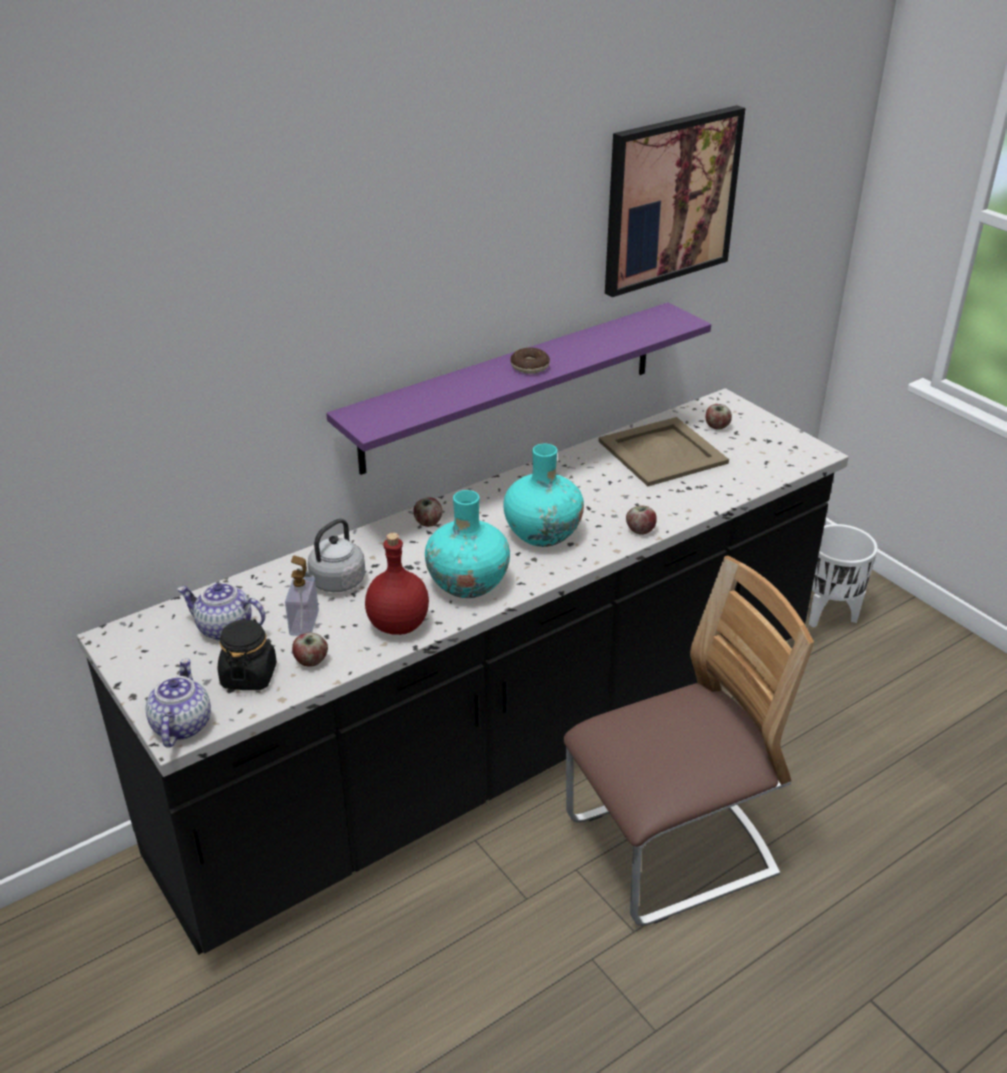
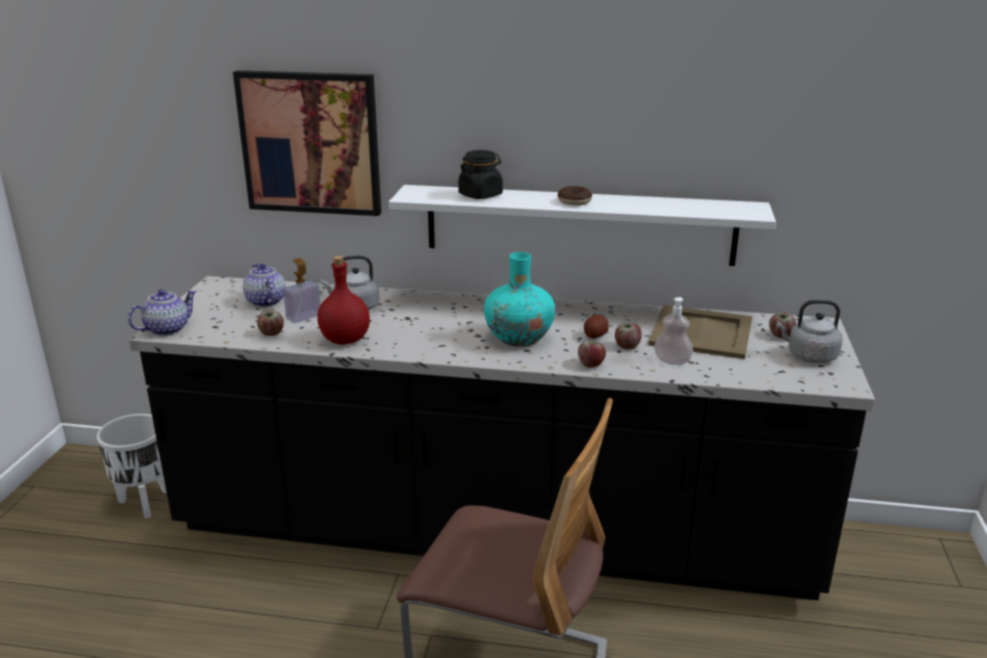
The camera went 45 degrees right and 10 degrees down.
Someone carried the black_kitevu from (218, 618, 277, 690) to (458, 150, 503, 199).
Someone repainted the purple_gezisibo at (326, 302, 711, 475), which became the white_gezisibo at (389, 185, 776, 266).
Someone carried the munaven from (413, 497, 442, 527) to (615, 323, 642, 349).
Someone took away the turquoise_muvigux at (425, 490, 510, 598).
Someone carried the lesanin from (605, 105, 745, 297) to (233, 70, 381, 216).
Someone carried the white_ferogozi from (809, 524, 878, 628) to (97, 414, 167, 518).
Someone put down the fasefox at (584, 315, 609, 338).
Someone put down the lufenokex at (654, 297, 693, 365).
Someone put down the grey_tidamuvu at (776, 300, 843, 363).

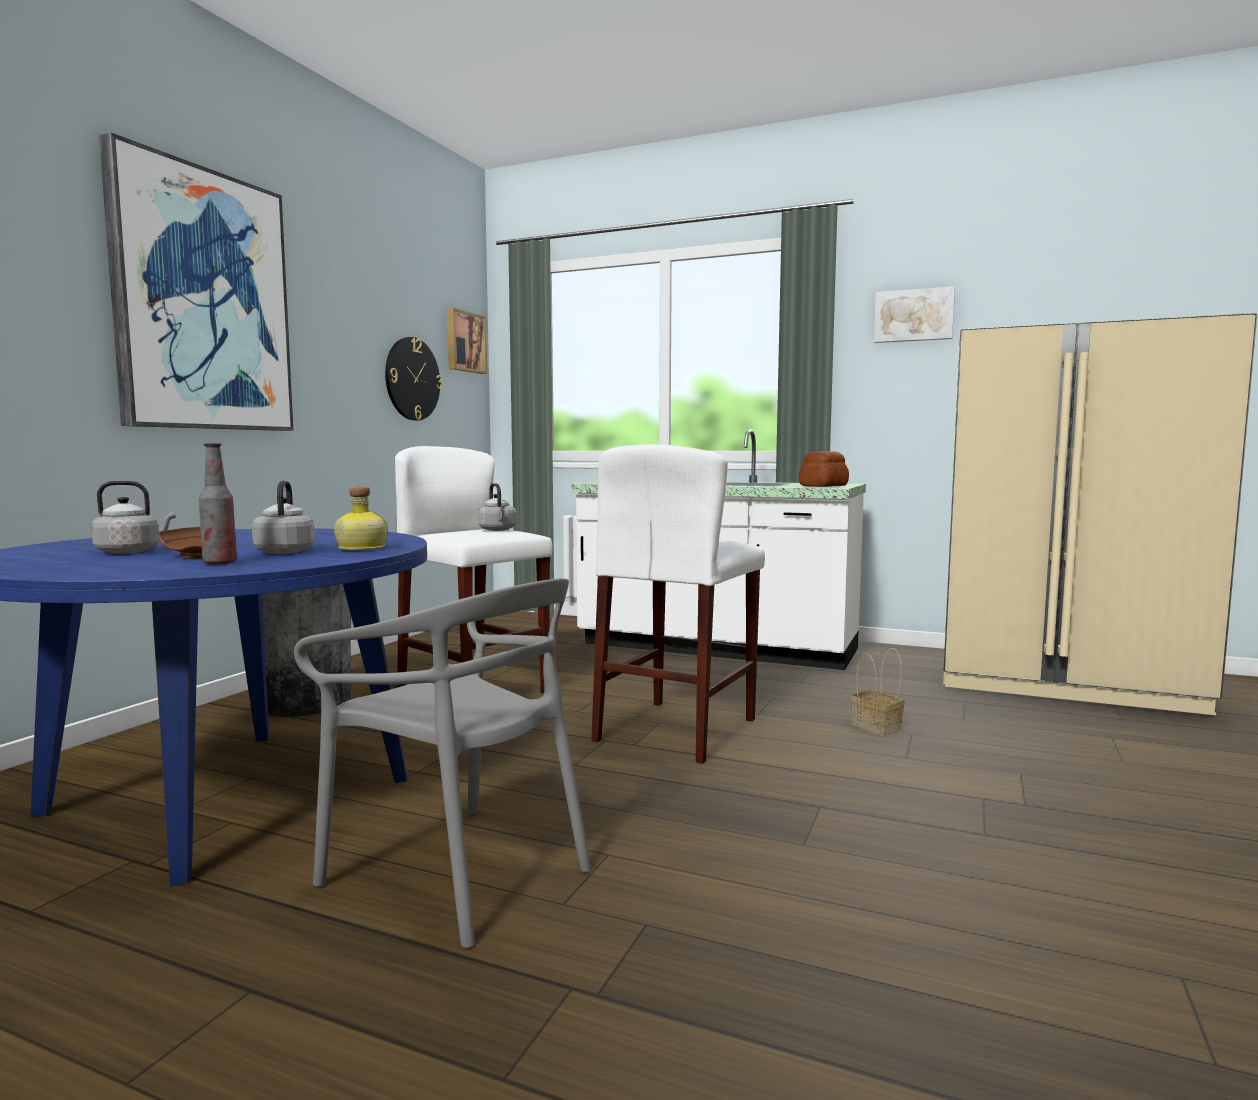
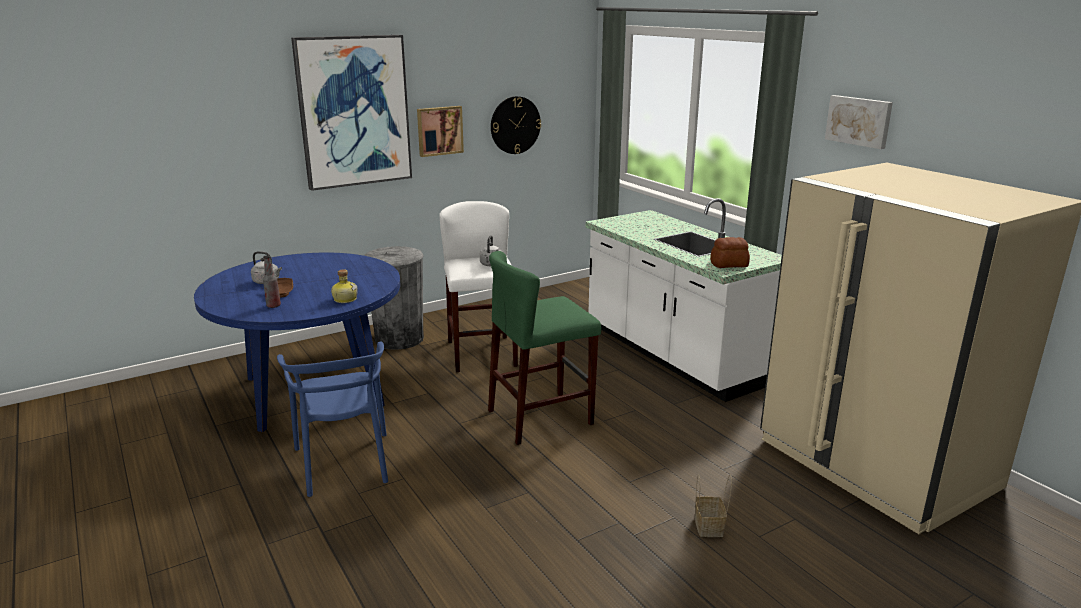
The camera went 35 degrees right and 15 degrees up.
Someone took away the grey_tidamuvu at (252, 481, 315, 554).
Someone repainted the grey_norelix at (294, 578, 591, 948), which became the blue_norelix at (277, 341, 388, 497).
Someone carried the lesanin from (447, 308, 487, 374) to (417, 106, 464, 157).
Someone repainted the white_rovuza at (591, 444, 765, 764), which became the green_rovuza at (488, 251, 601, 445).
Someone carried the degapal from (851, 648, 905, 736) to (695, 474, 732, 537).

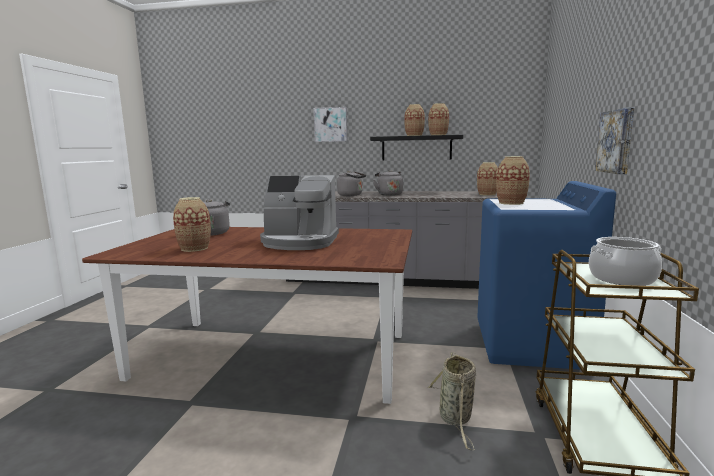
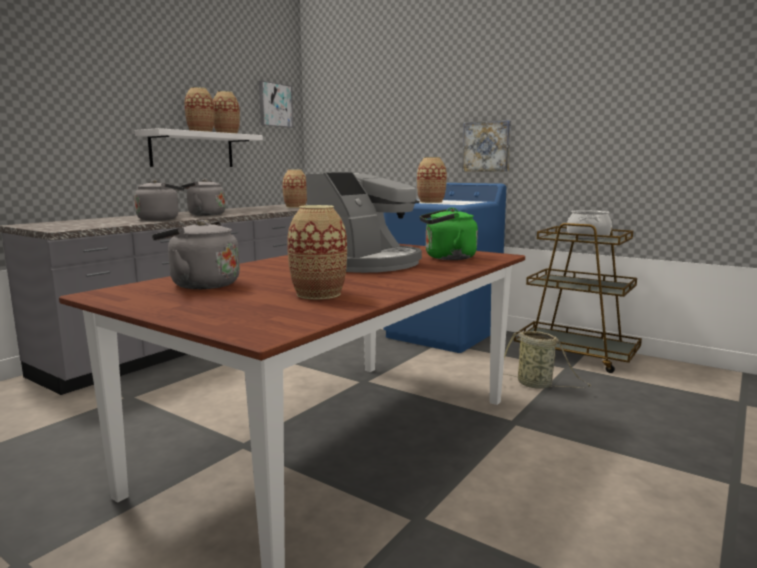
The camera went 65 degrees left and 0 degrees up.
Someone carried the lesanin from (314, 107, 348, 142) to (259, 81, 293, 128).
Someone repainted the black_gezisibo at (370, 135, 463, 160), which became the white_gezisibo at (135, 128, 263, 167).
Someone put down the green_tidamuvu at (420, 208, 478, 260).

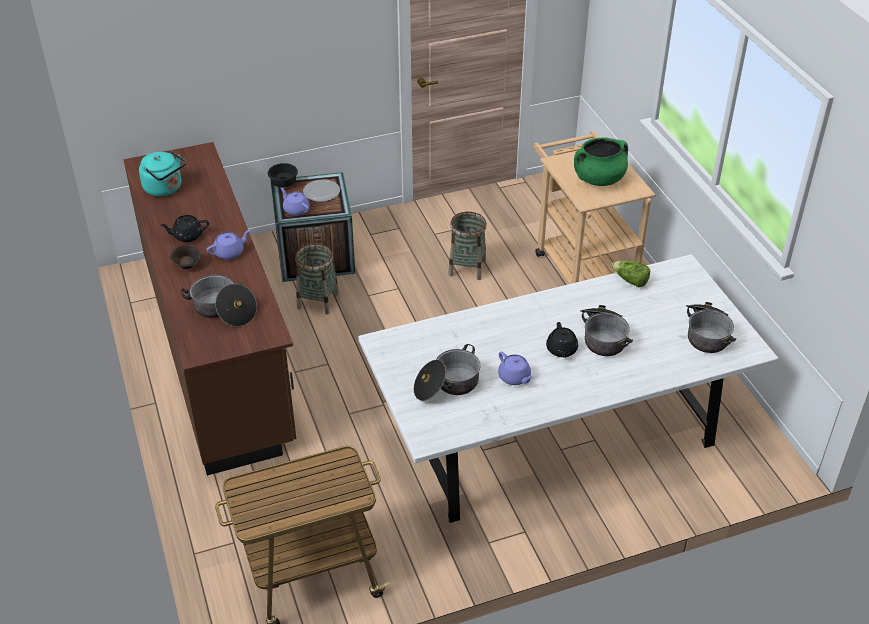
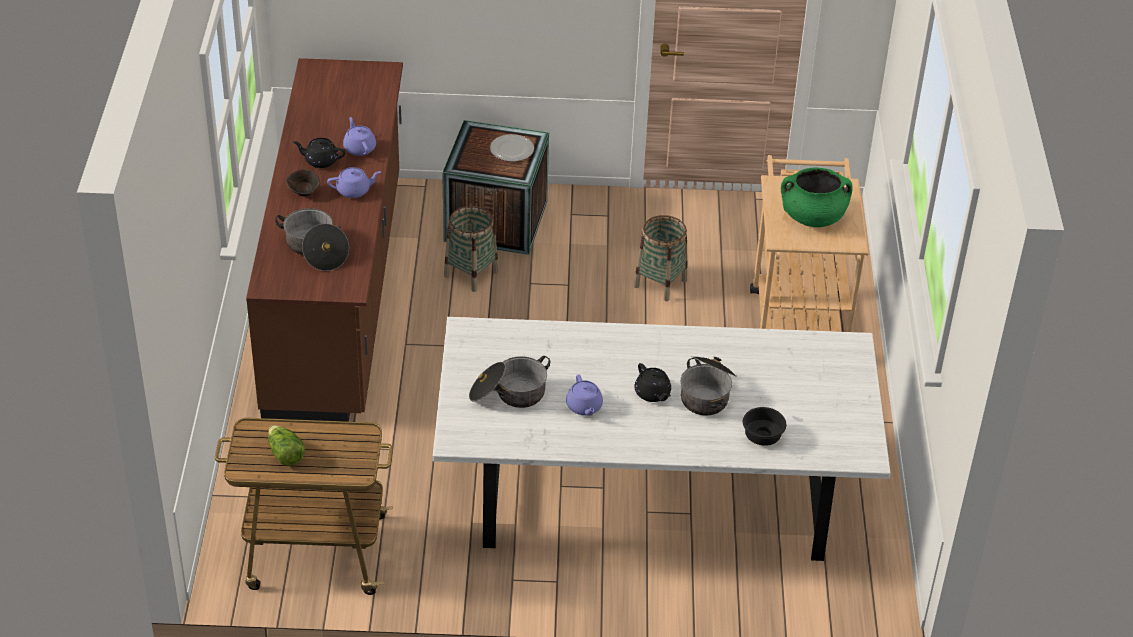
The camera went 20 degrees right and 0 degrees up.
Someone took away the turquoise_tidamuvu at (139, 150, 186, 197).
Someone carried the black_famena from (268, 163, 298, 187) to (743, 407, 787, 446).
Someone carried the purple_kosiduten from (281, 188, 309, 216) to (343, 117, 376, 156).
Someone rotated the black_kosiduten at (546, 322, 578, 358) by 45 degrees counterclockwise.
Someone carried the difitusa from (612, 261, 650, 287) to (268, 425, 305, 466).
Someone took away the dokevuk at (686, 302, 736, 353).

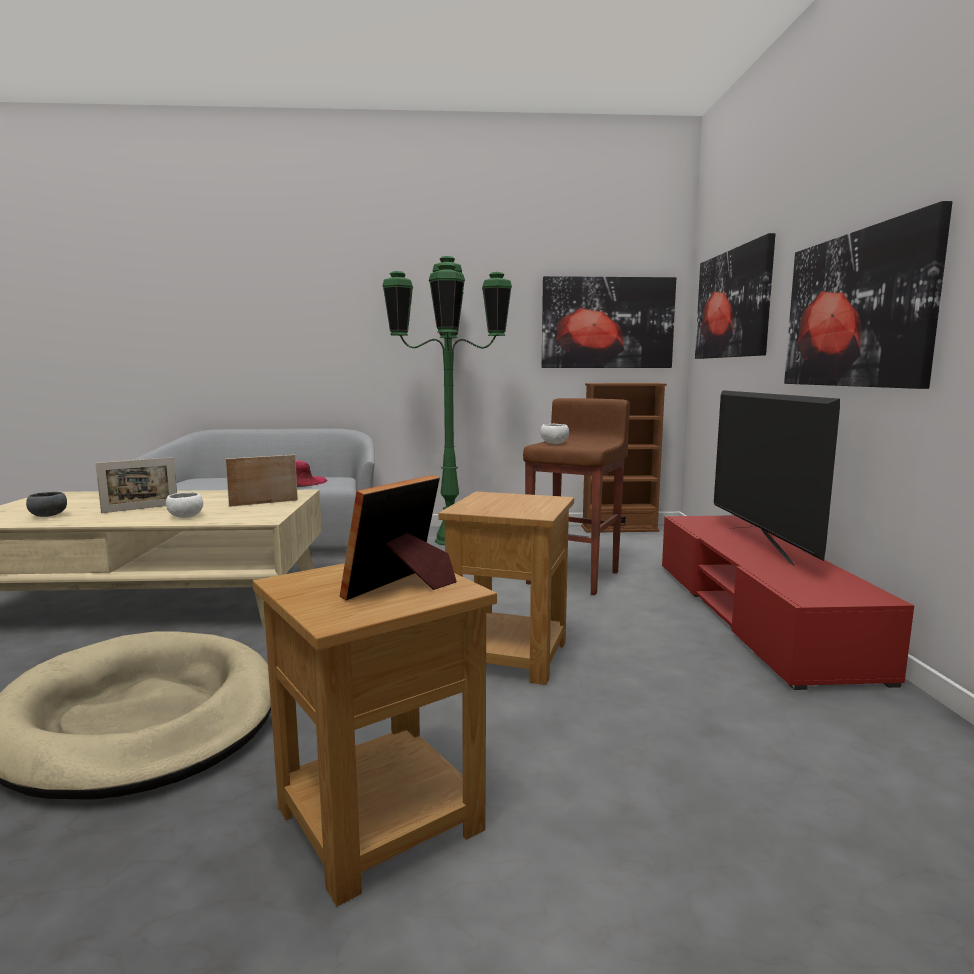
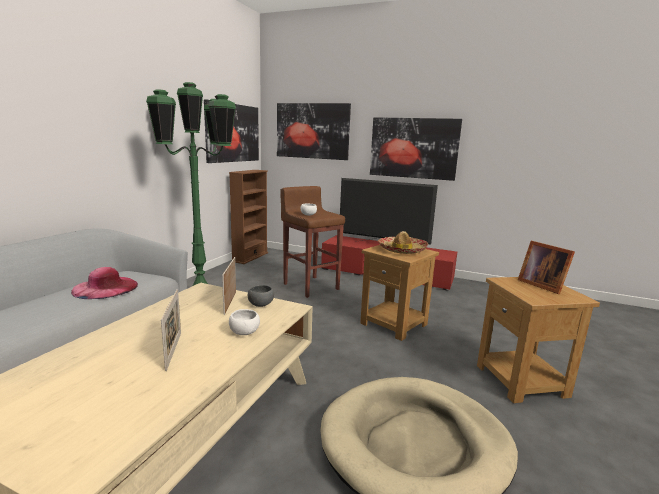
The camera went 65 degrees left and 5 degrees up.
Someone carried the grey_famena from (26, 492, 67, 517) to (248, 285, 274, 307).
Someone put down the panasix at (378, 231, 428, 254).

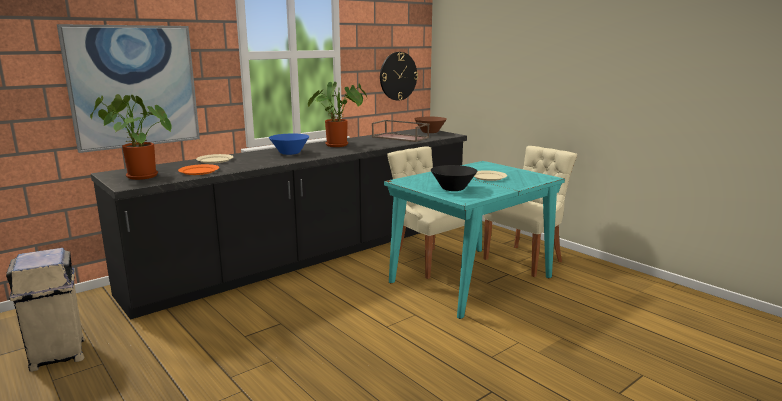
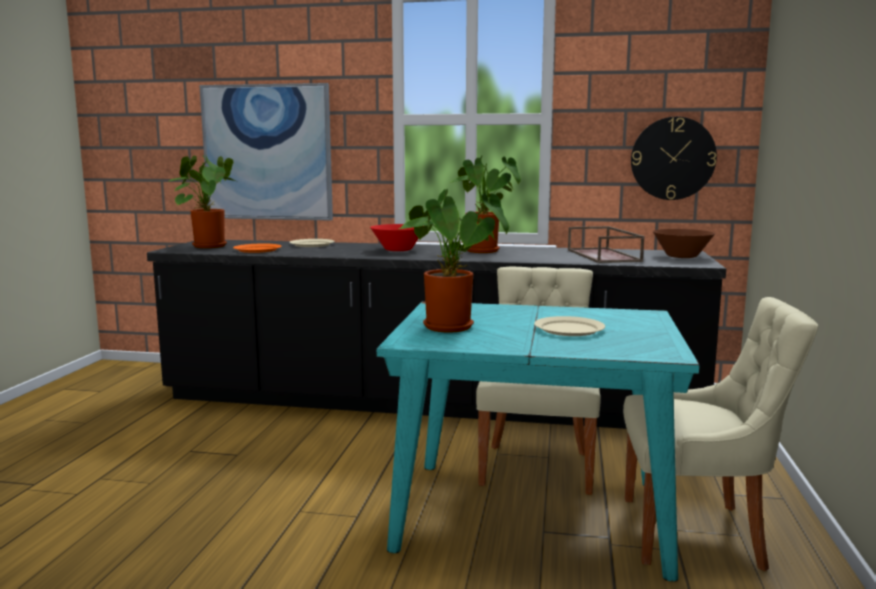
The camera went 50 degrees right and 5 degrees down.
Someone took away the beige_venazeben at (6, 248, 85, 372).
Someone repainted the blue_famena at (269, 134, 309, 155), which became the red_famena at (370, 224, 419, 251).
Someone swapped the black_famena at (431, 165, 477, 191) for the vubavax at (399, 189, 510, 333).

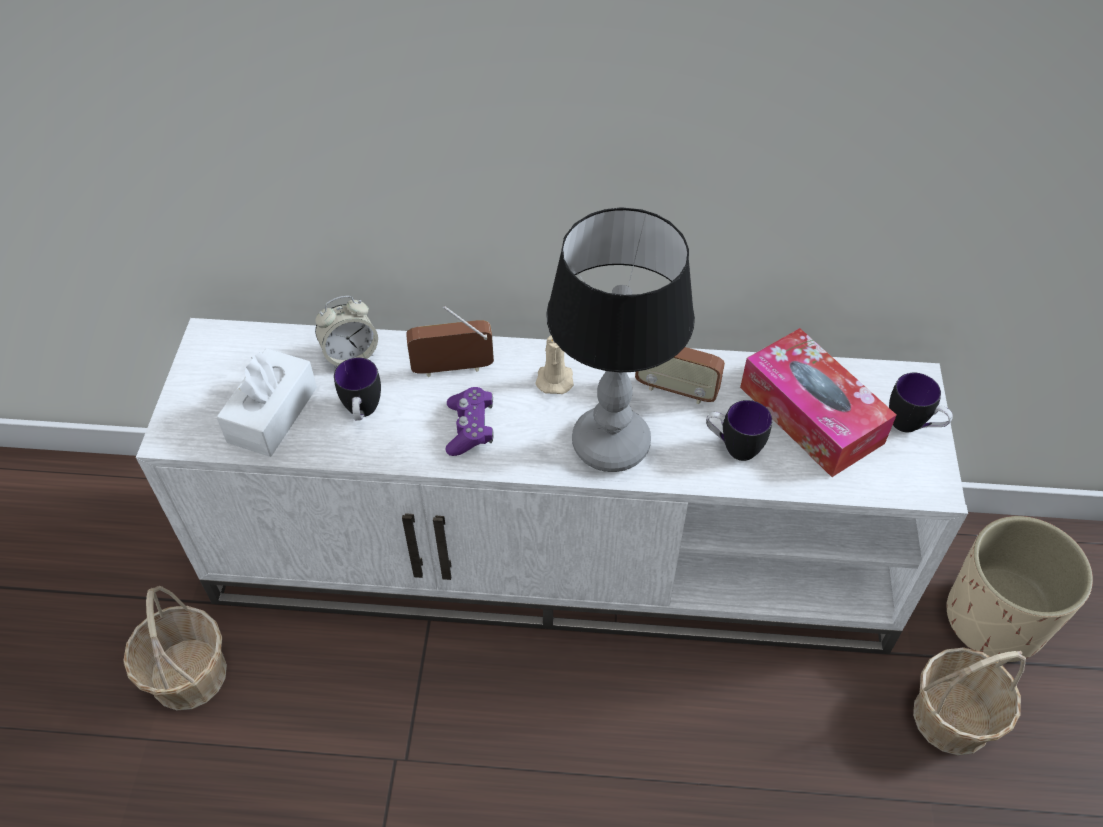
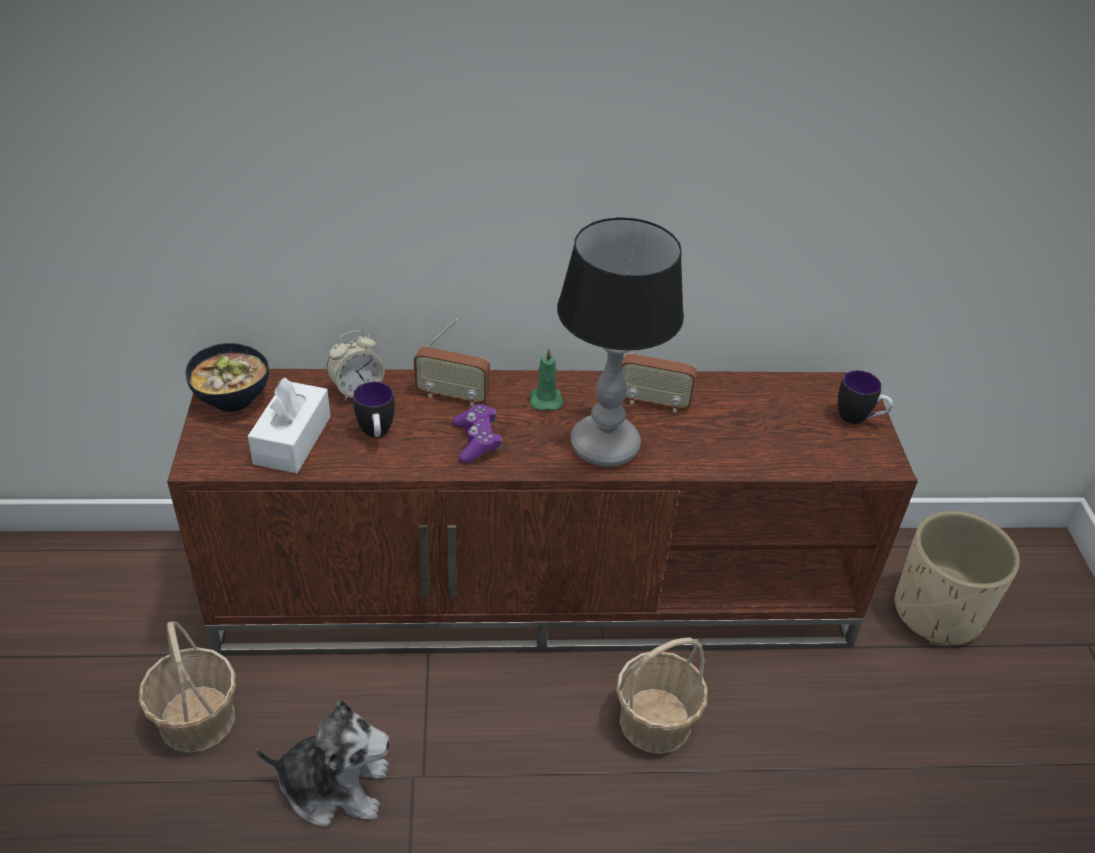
The camera went 10 degrees left and 10 degrees down.
Someone repainted the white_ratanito at (136, 318, 968, 654), which became the brown_ratanito at (167, 369, 918, 655).
Someone rotated the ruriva at (406, 306, 494, 377) by 150 degrees counterclockwise.
Someone repainted the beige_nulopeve at (535, 336, 574, 394), which became the green_nulopeve at (530, 347, 564, 411).
Someone took away the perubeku at (706, 400, 772, 461).
Someone took away the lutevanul at (740, 328, 897, 477).
Someone carried the degapal from (913, 647, 1026, 755) to (616, 637, 708, 754).
Someone put down the famena at (185, 343, 269, 412).
Someone put down the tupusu at (256, 700, 390, 827).

